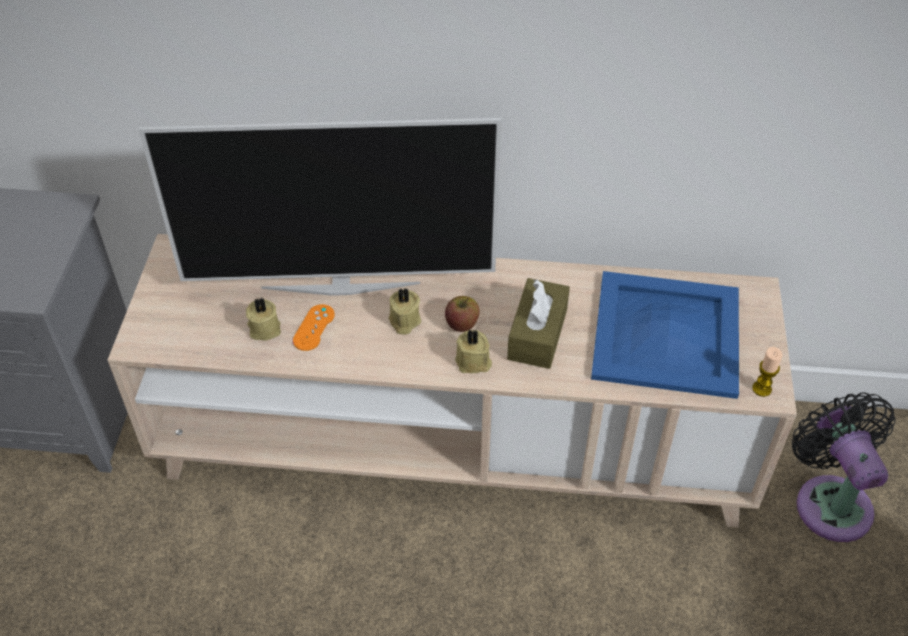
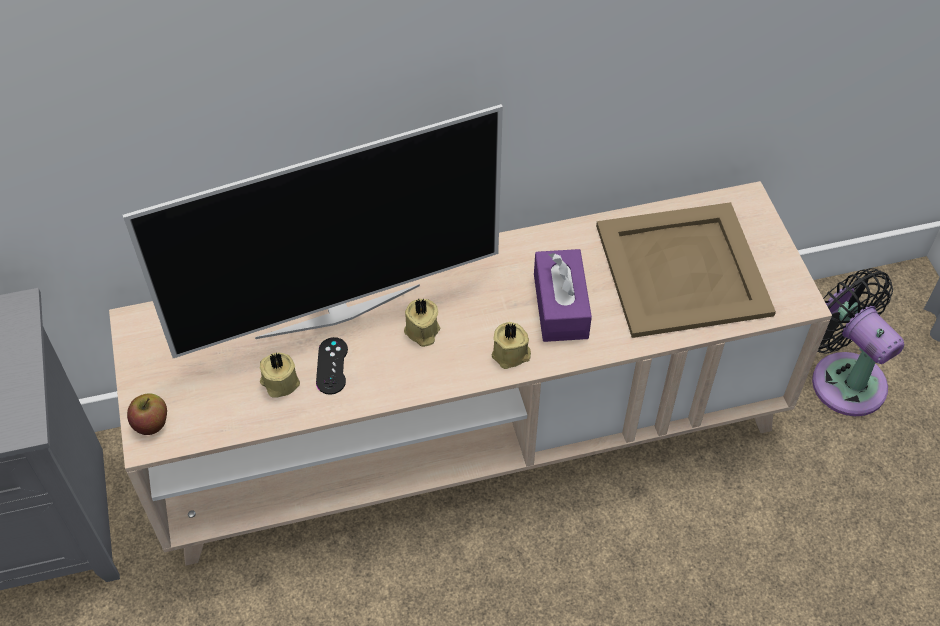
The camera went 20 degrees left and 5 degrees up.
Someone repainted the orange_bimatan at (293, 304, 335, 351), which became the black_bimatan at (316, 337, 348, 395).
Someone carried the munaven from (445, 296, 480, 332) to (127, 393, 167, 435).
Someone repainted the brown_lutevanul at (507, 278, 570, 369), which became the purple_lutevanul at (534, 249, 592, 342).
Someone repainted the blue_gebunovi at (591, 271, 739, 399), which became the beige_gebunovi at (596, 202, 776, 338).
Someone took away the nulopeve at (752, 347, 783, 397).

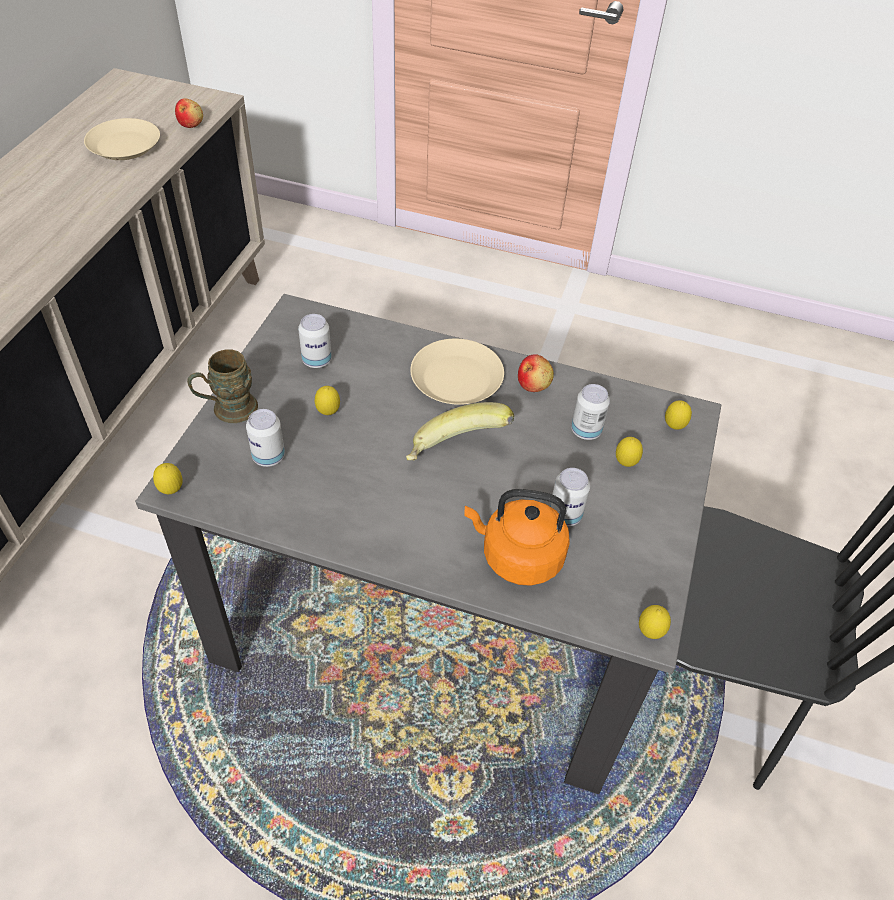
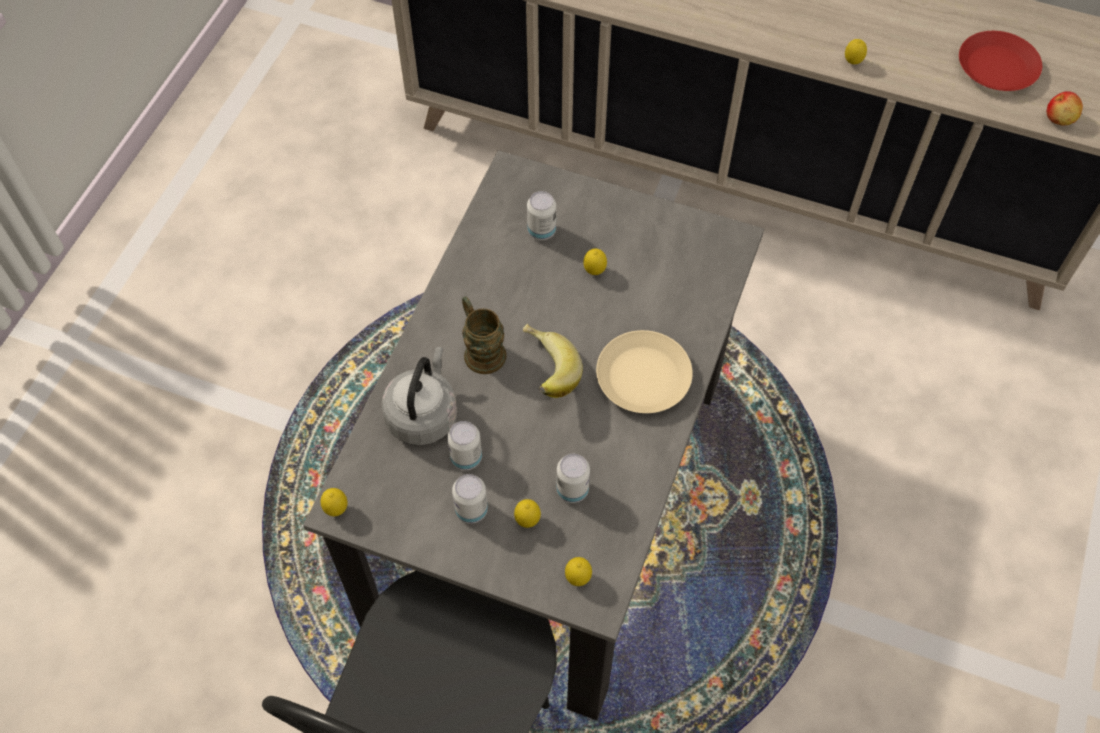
The camera went 95 degrees right and 10 degrees up.
Someone repainted the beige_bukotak at (84, 118, 160, 160), which became the red_bukotak at (959, 31, 1042, 91).
Someone carried the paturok from (153, 463, 182, 494) to (845, 39, 867, 64).
Someone carried the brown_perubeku from (187, 349, 258, 423) to (462, 296, 507, 374).
Someone carried the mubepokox from (298, 314, 332, 368) to (452, 474, 488, 524).
Someone repainted the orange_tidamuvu at (465, 489, 570, 586), which became the grey_tidamuvu at (381, 347, 457, 445).
Someone took away the munaven at (518, 354, 554, 392).

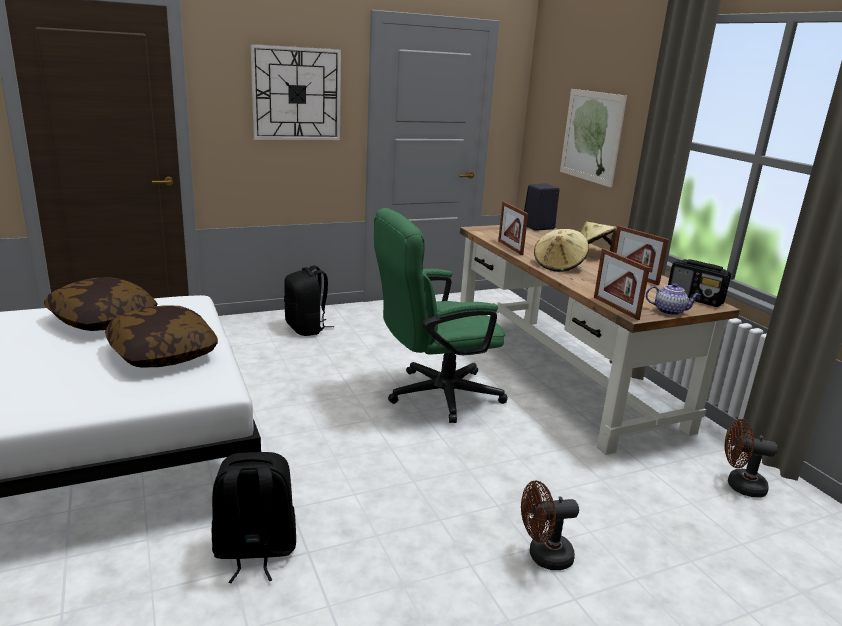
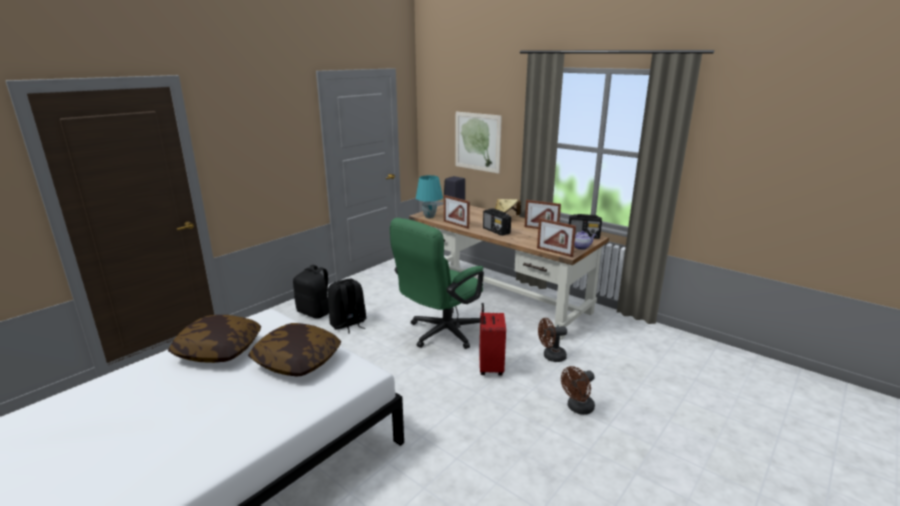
The camera went 25 degrees left and 0 degrees up.
Someone carried the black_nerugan from (212, 452, 296, 583) to (327, 279, 367, 334).
Someone took away the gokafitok at (250, 44, 341, 140).
Someone swapped the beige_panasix at (534, 229, 589, 272) for the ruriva at (483, 208, 511, 236).
Someone carried the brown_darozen from (725, 419, 778, 497) to (538, 318, 567, 362).
Someone put down the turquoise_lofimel at (416, 175, 443, 218).
Someone put down the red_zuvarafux at (479, 303, 506, 376).

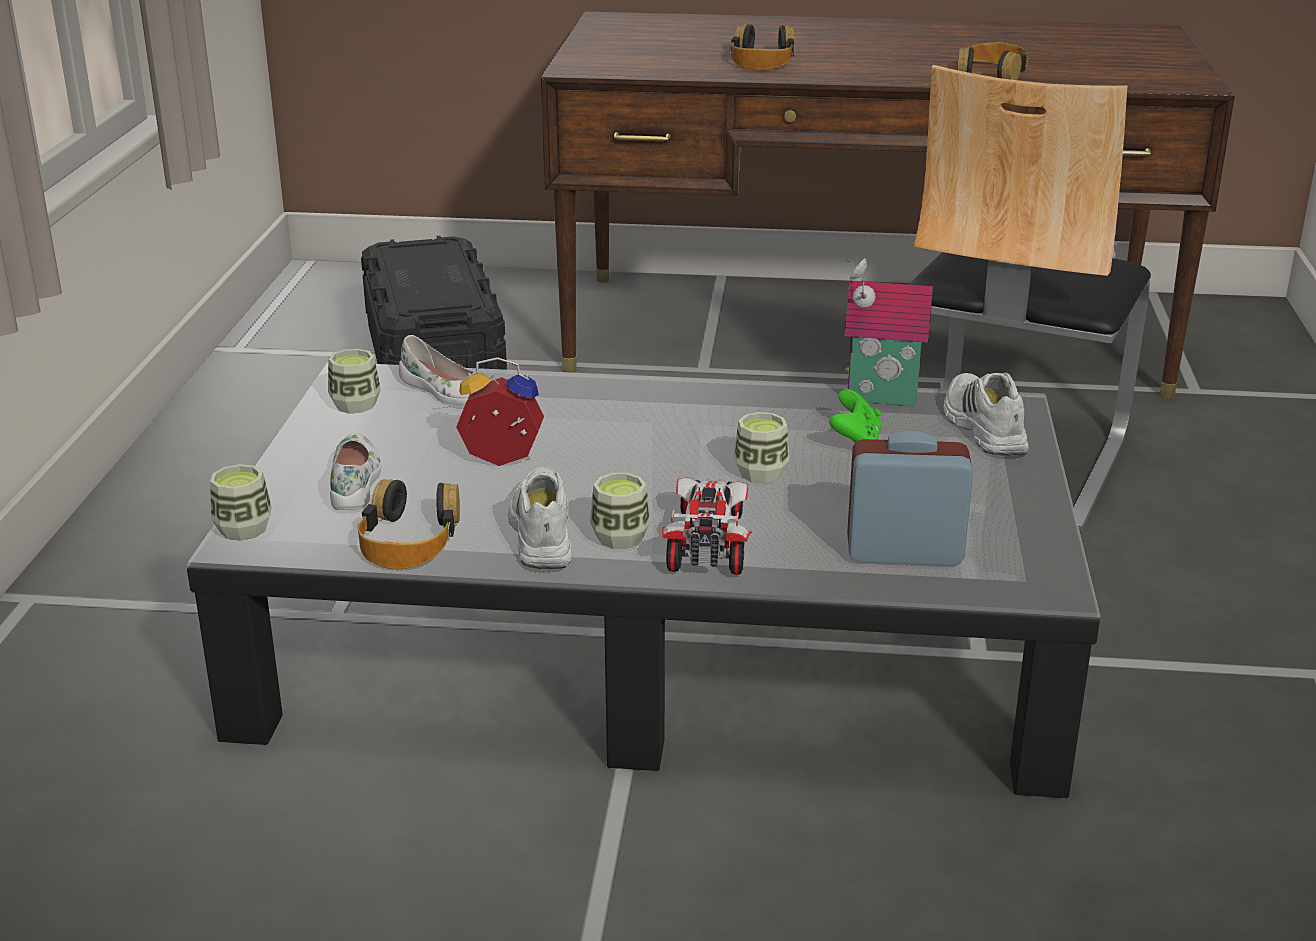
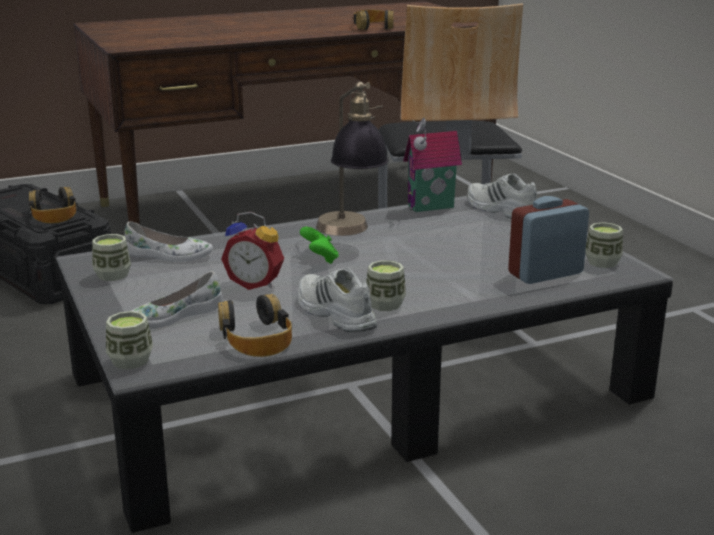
The camera went 30 degrees left and 5 degrees down.
Someone rotated the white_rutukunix at (330, 433, 381, 510) by 90 degrees counterclockwise.
Someone rotated the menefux at (456, 357, 544, 466) by 135 degrees counterclockwise.
Someone took away the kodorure at (662, 478, 752, 575).
Someone carried the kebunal from (730, 24, 795, 70) to (29, 187, 77, 223).
Someone carried the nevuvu from (734, 412, 790, 483) to (585, 222, 623, 268).
Someone carried the green_bimatan from (829, 389, 882, 442) to (300, 227, 339, 264).
Someone put down the lofimel at (316, 82, 389, 236).

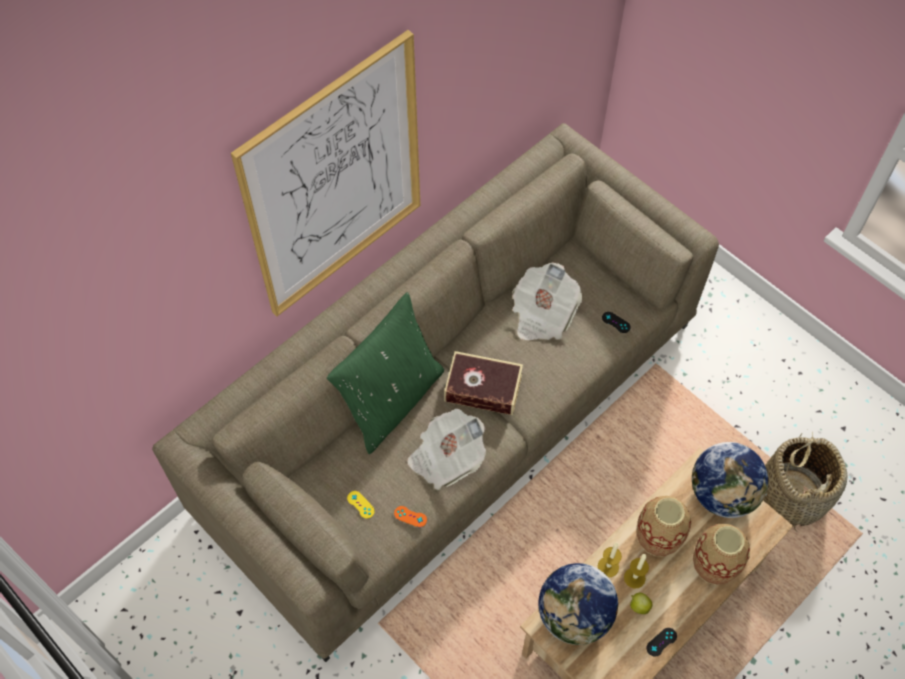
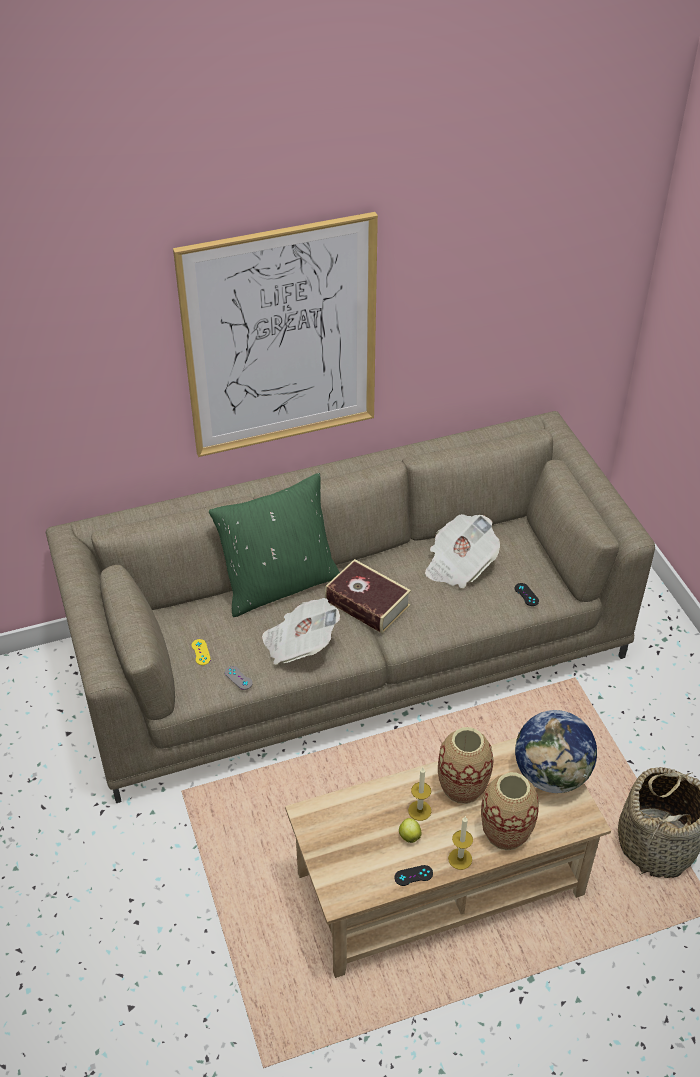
The camera went 25 degrees right and 15 degrees down.
Someone repainted the orange_bimatan at (394, 506, 427, 527), which became the grey_bimatan at (225, 666, 253, 690).
Someone took away the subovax at (538, 563, 618, 645).
Someone carried the nulopeve from (598, 542, 622, 577) to (448, 816, 473, 870).

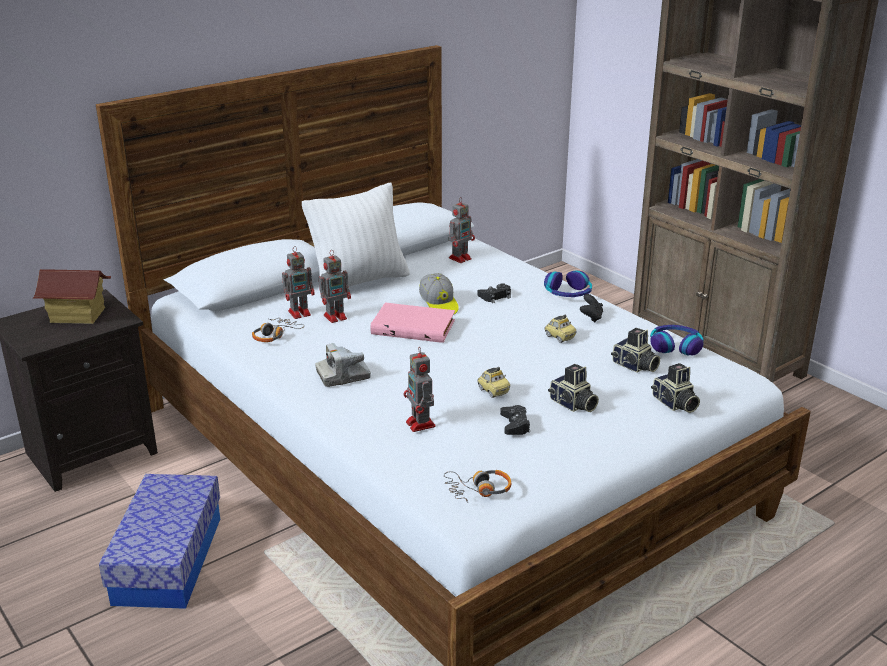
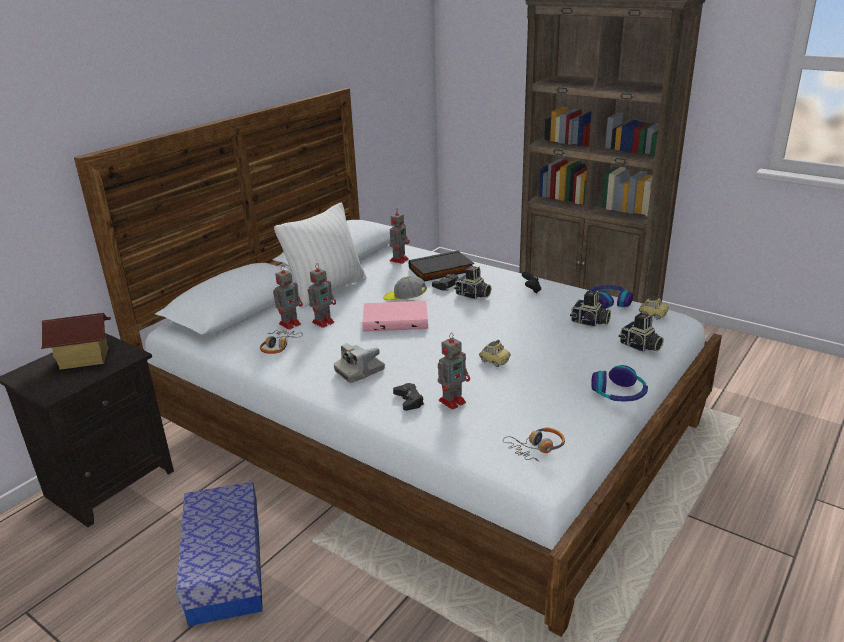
The camera went 15 degrees left and 0 degrees up.
Someone rotated the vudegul at (404, 346, 436, 432) by 90 degrees counterclockwise.
Someone rotated the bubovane at (419, 273, 459, 315) by 150 degrees clockwise.
Someone carried the black_bimatan from (500, 405, 530, 435) to (393, 383, 424, 411).
Someone carried the kebunal from (544, 270, 592, 297) to (591, 365, 648, 401).
Someone carried the kodorure from (544, 314, 577, 343) to (639, 295, 669, 319).
Someone carried the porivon from (548, 364, 599, 412) to (454, 266, 491, 300).
Someone put down the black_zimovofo at (409, 250, 474, 282).

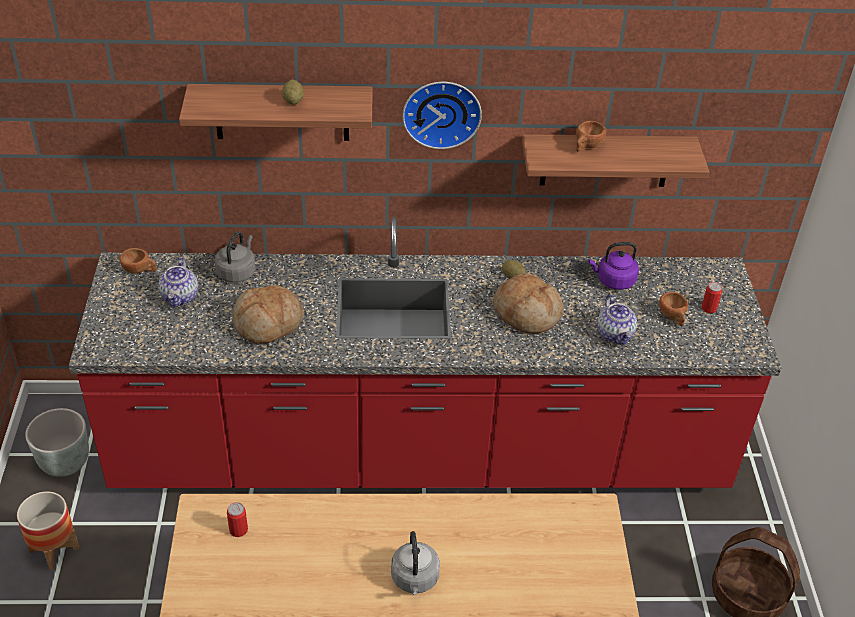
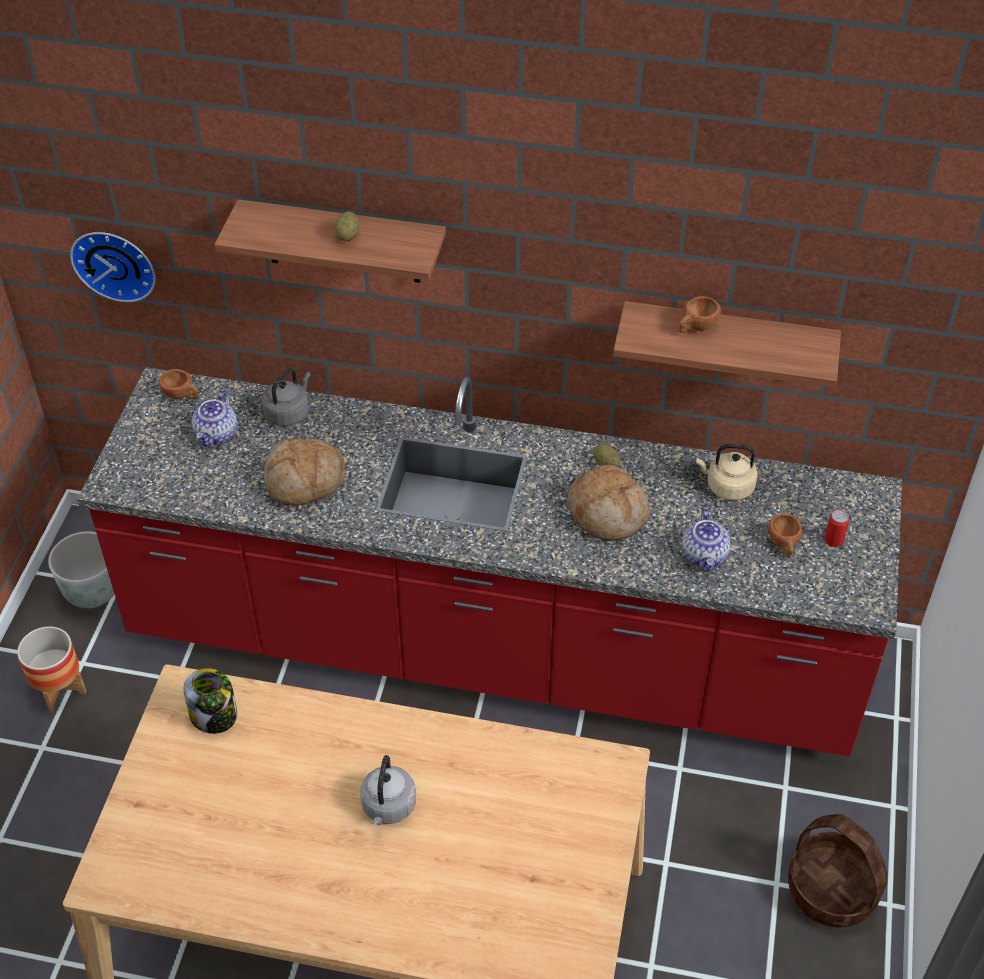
The camera went 15 degrees right and 5 degrees up.
Someone swapped the mubepokox at (227, 502, 248, 537) for the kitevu at (184, 668, 237, 734).
Someone carried the gokafitok from (402, 82, 482, 149) to (70, 232, 155, 302).
Someone repainted the purple_tidamuvu at (589, 242, 639, 290), which became the beige_tidamuvu at (696, 444, 758, 500).

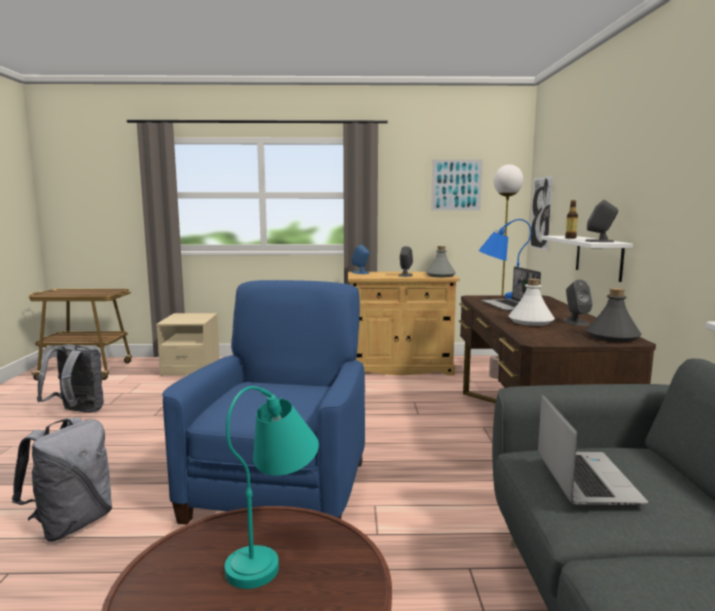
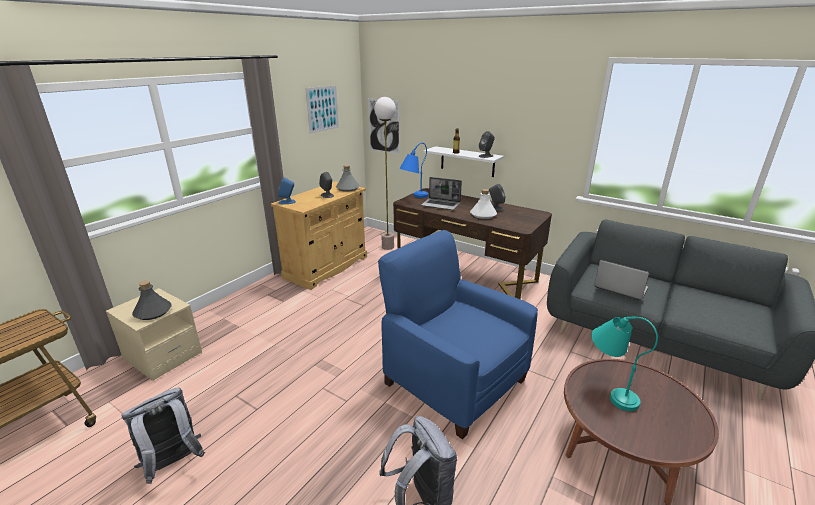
The camera went 55 degrees left and 15 degrees up.
Someone carried the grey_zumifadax from (586, 288, 641, 342) to (132, 280, 172, 320).

